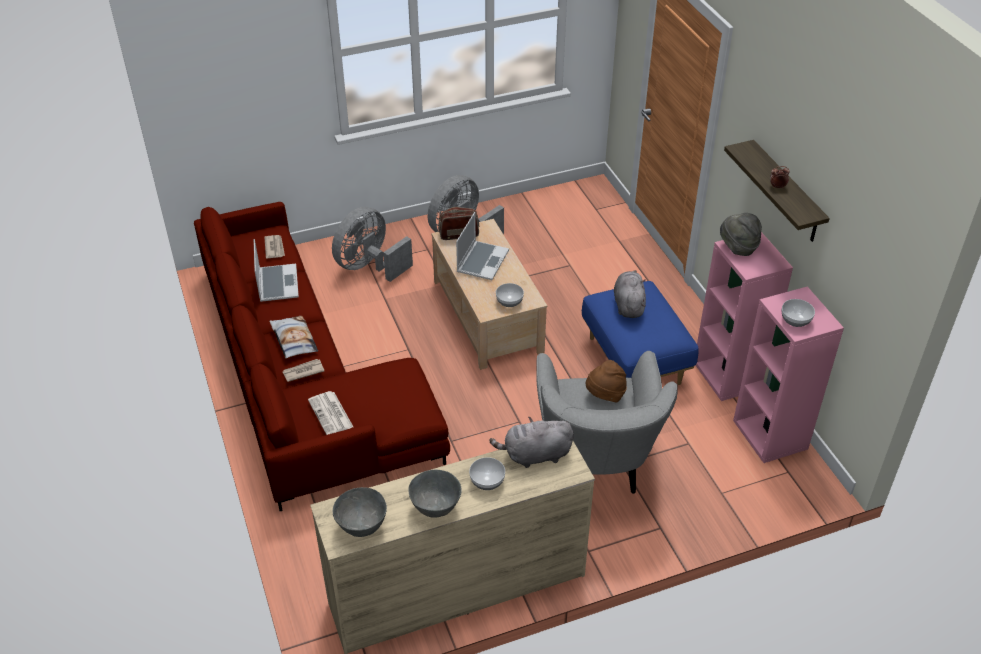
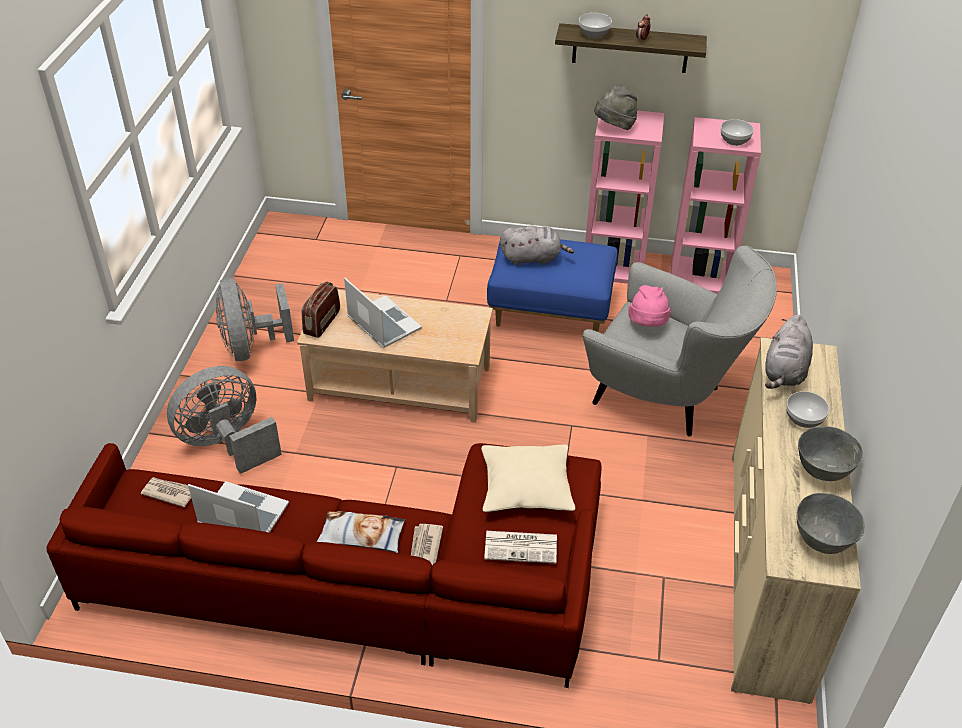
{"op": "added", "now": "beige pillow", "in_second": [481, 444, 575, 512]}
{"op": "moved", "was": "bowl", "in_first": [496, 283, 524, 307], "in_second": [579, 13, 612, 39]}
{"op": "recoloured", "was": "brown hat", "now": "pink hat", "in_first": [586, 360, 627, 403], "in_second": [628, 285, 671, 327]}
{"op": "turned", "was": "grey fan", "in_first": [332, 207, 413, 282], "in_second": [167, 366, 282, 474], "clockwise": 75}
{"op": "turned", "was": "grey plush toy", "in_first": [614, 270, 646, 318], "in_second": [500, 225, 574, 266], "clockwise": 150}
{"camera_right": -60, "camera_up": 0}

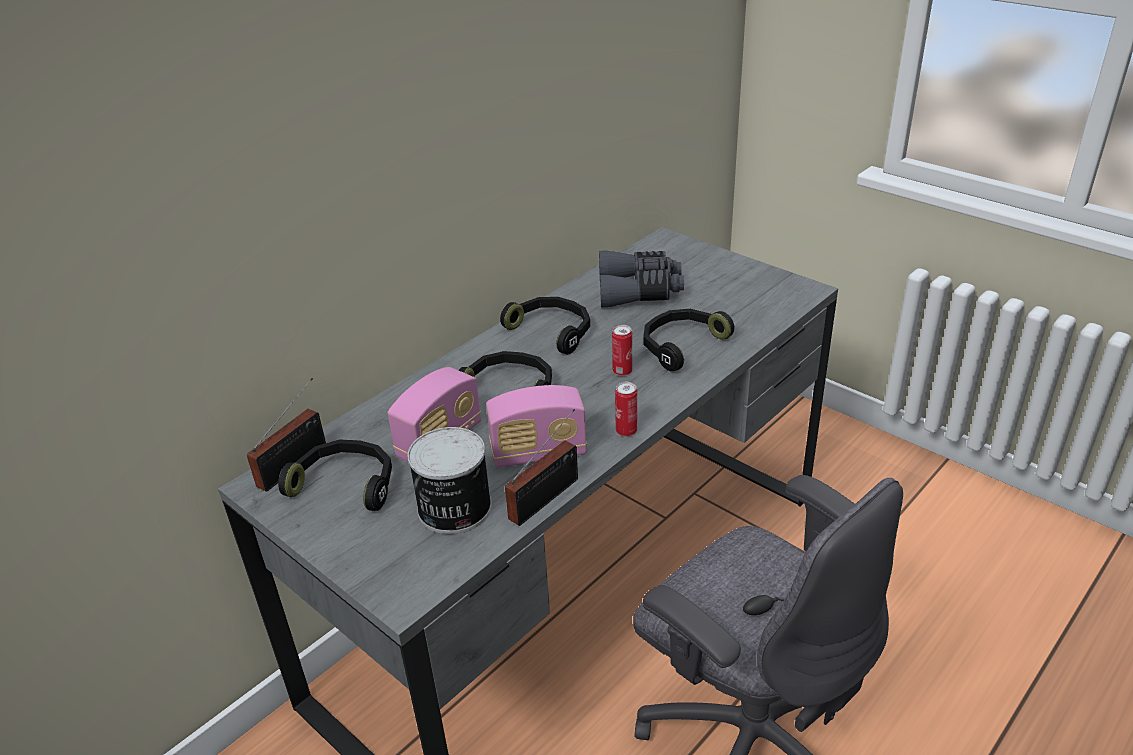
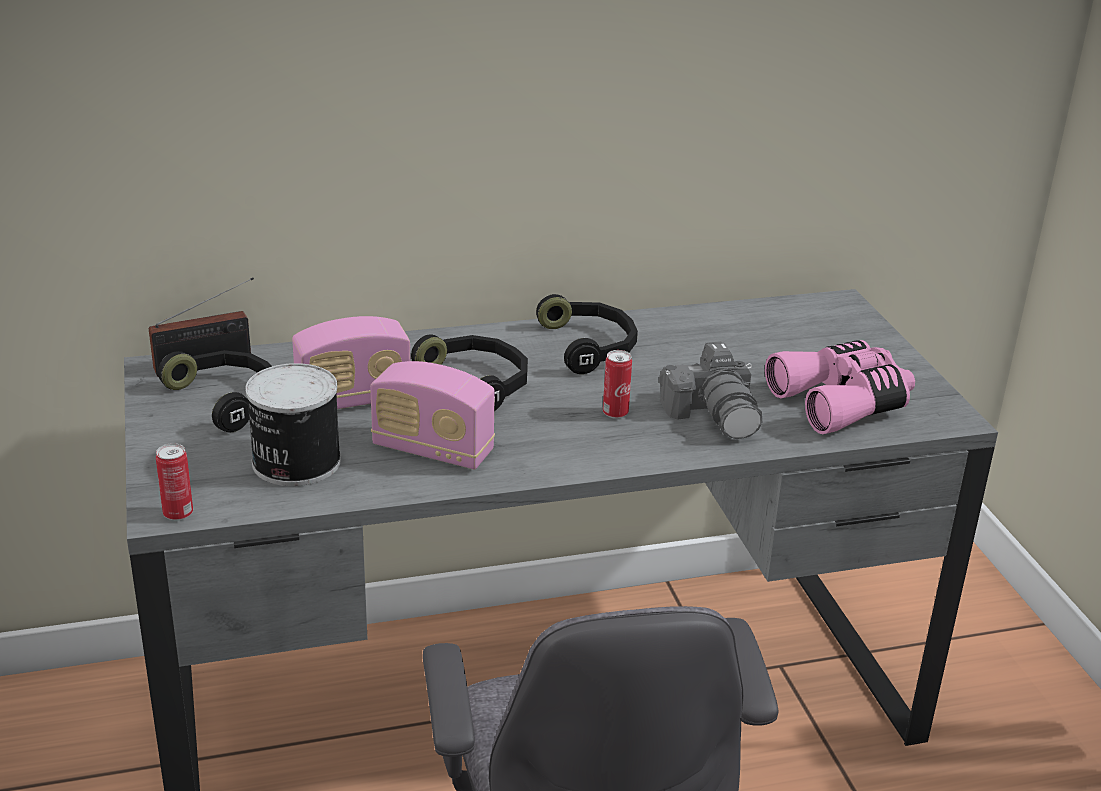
{"op": "removed", "was": "radio", "in_first": [505, 409, 578, 526]}
{"op": "removed", "was": "grey binoculars", "in_first": [599, 251, 684, 308]}
{"op": "added", "now": "pink binoculars", "in_second": [765, 340, 915, 434]}
{"op": "moved", "was": "can", "in_first": [615, 382, 637, 437], "in_second": [156, 443, 193, 521]}
{"op": "replaced", "was": "black headphones", "now": "photo camera", "in_first": [643, 309, 735, 372], "in_second": [659, 341, 762, 439]}
{"camera_right": 30, "camera_up": -5}

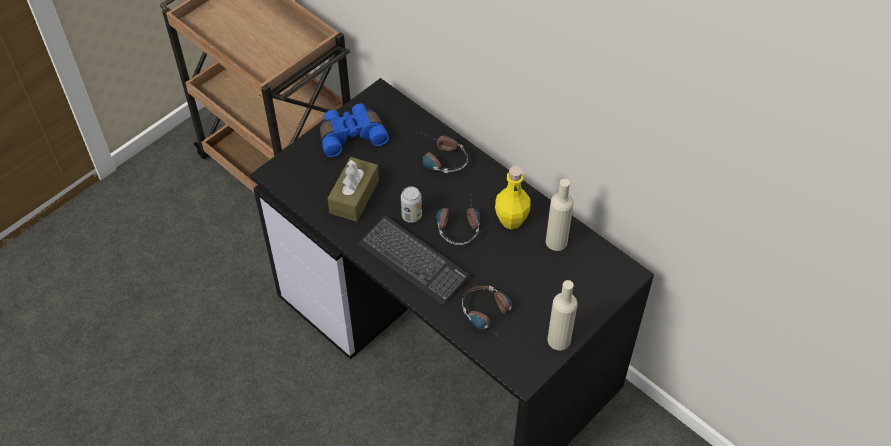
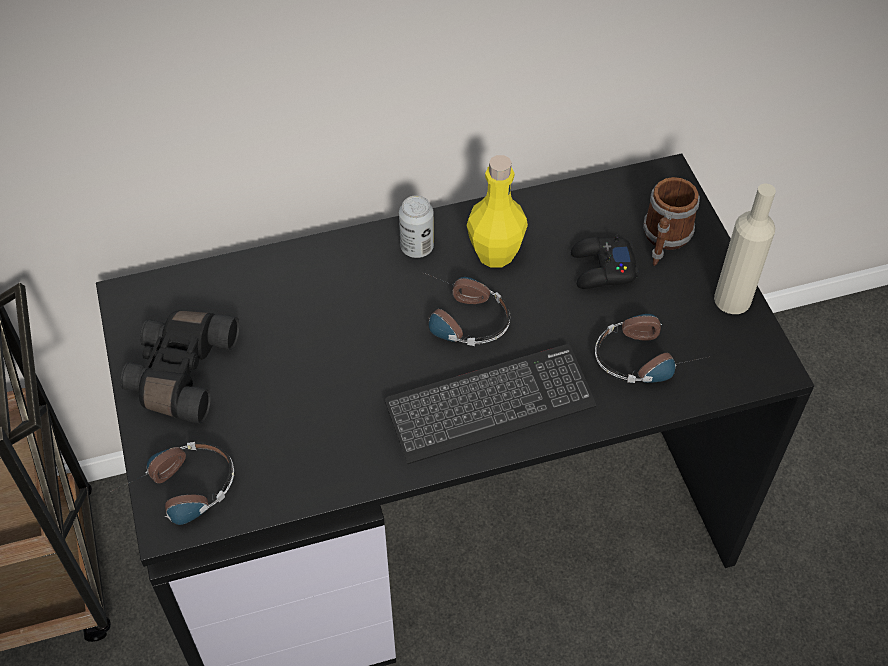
{"op": "removed", "was": "brown tissue box", "in_first": [327, 157, 379, 222]}
{"op": "removed", "was": "beige bottle", "in_first": [546, 179, 574, 251]}
{"op": "added", "now": "black game controller", "in_second": [571, 235, 638, 289]}
{"op": "added", "now": "mug", "in_second": [643, 177, 700, 266]}
{"op": "moved", "was": "can", "in_first": [401, 186, 422, 223], "in_second": [399, 195, 434, 258]}
{"op": "moved", "was": "headphones", "in_first": [422, 133, 468, 173], "in_second": [114, 442, 234, 525]}
{"op": "recoloured", "was": "blue binoculars", "now": "black binoculars", "in_first": [320, 104, 389, 157], "in_second": [120, 311, 239, 423]}
{"camera_right": -60, "camera_up": 0}

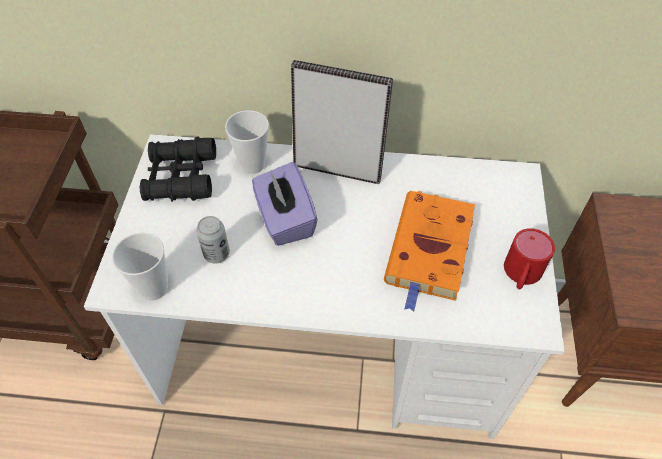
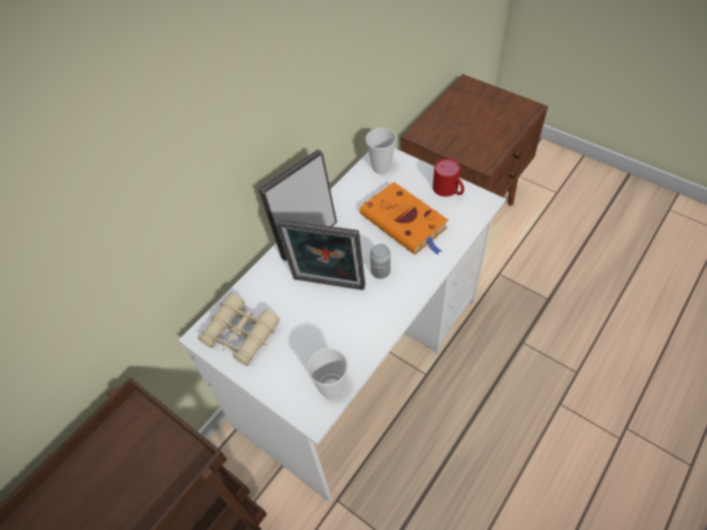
{"op": "moved", "was": "can", "in_first": [196, 216, 230, 264], "in_second": [370, 244, 391, 279]}
{"op": "moved", "was": "cup", "in_first": [225, 110, 269, 174], "in_second": [366, 128, 396, 174]}
{"op": "replaced", "was": "purple tissue box", "now": "picture frame", "in_first": [252, 162, 318, 246], "in_second": [275, 219, 365, 290]}
{"op": "recoloured", "was": "black binoculars", "now": "beige binoculars", "in_first": [140, 137, 216, 202], "in_second": [198, 293, 280, 366]}
{"camera_right": -55, "camera_up": 0}

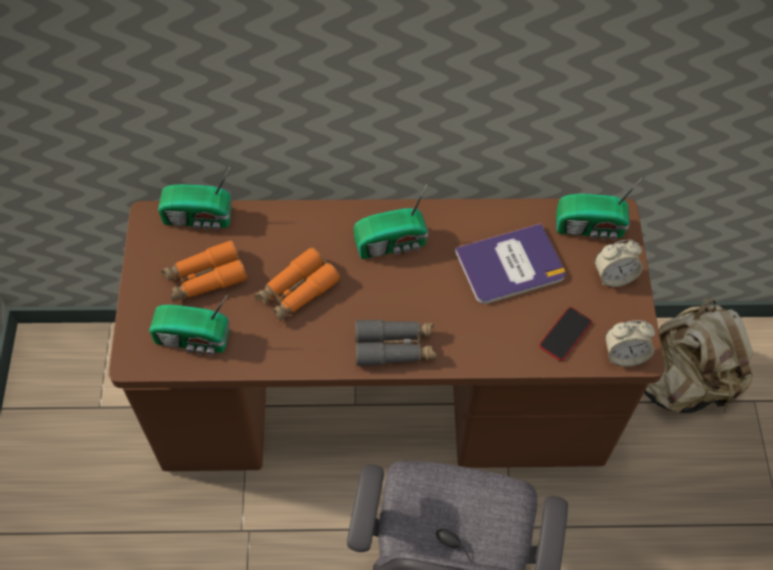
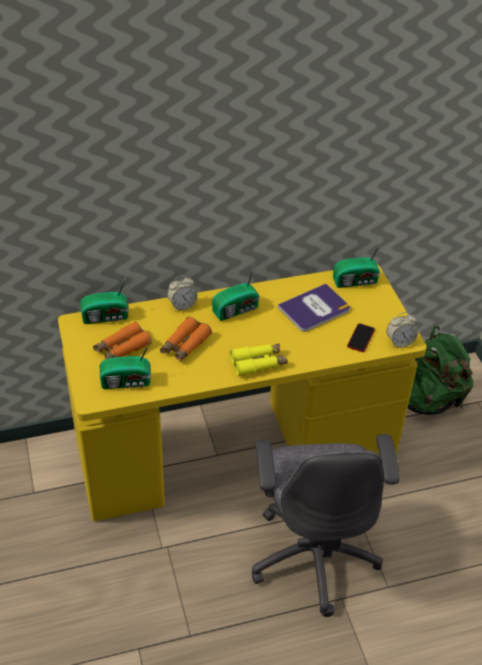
{"op": "moved", "was": "alarm clock", "in_first": [595, 240, 643, 287], "in_second": [167, 275, 198, 311]}
{"op": "recoloured", "was": "brown desk", "now": "yellow desk", "in_first": [109, 198, 665, 471], "in_second": [58, 265, 427, 521]}
{"op": "recoloured", "was": "grey binoculars", "now": "yellow binoculars", "in_first": [355, 320, 436, 366], "in_second": [230, 344, 288, 376]}
{"op": "recoloured", "was": "beige backpack", "now": "green backpack", "in_first": [644, 297, 753, 413], "in_second": [408, 326, 474, 415]}
{"camera_right": -15, "camera_up": -15}

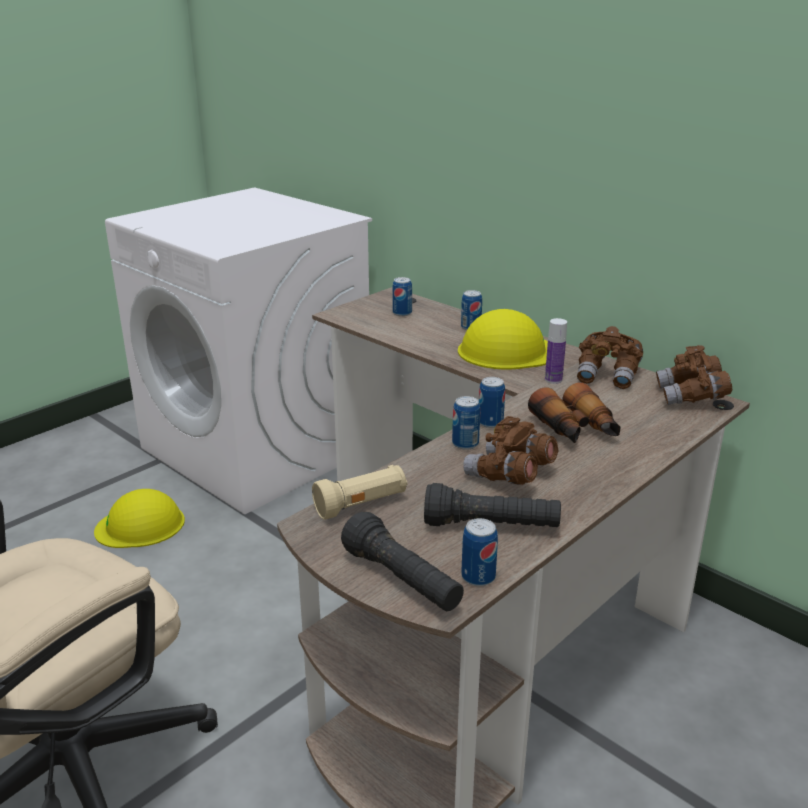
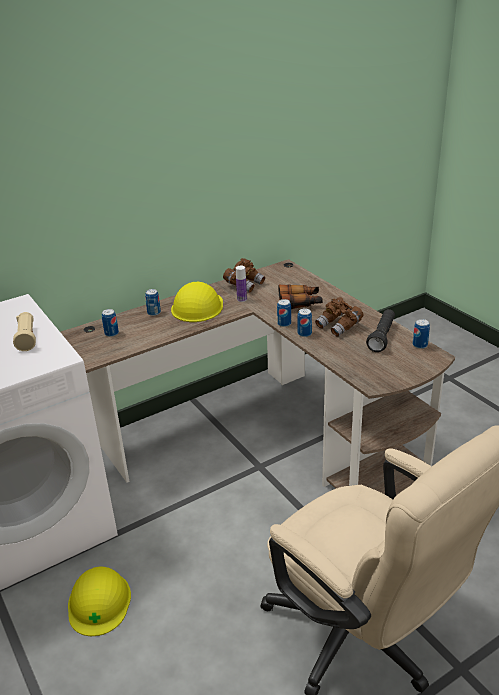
{"op": "removed", "was": "black flashlight", "in_first": [341, 512, 464, 611]}
{"op": "removed", "was": "brown binoculars", "in_first": [656, 345, 732, 405]}
{"op": "moved", "was": "beige flashlight", "in_first": [312, 465, 407, 520], "in_second": [13, 312, 36, 351]}
{"camera_right": -75, "camera_up": 5}

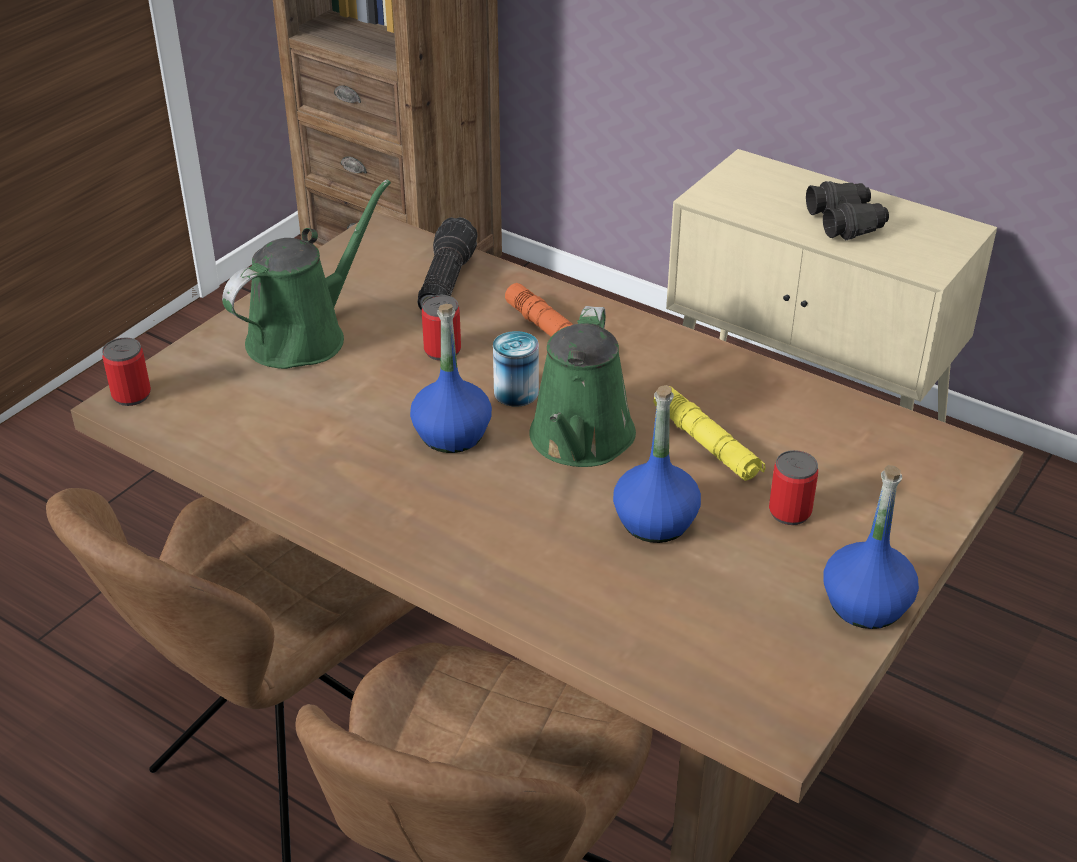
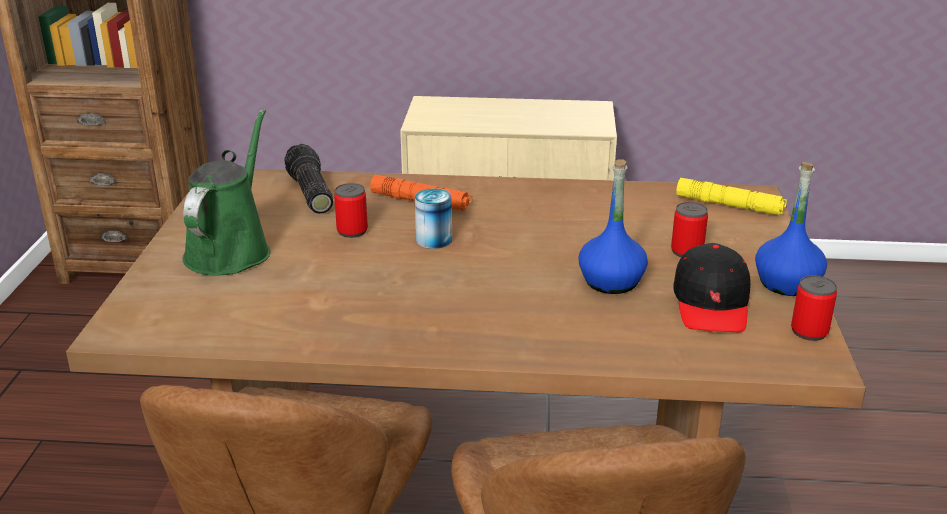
{"op": "removed", "was": "blue bottle", "in_first": [410, 304, 492, 453]}
{"op": "removed", "was": "green watering can", "in_first": [529, 306, 636, 467]}
{"op": "removed", "was": "black binoculars", "in_first": [806, 181, 889, 240]}
{"op": "added", "now": "black cap", "in_second": [673, 243, 751, 332]}
{"op": "moved", "was": "can", "in_first": [102, 338, 151, 406], "in_second": [791, 275, 837, 341]}
{"op": "moved", "was": "yellow flashlight", "in_first": [653, 386, 765, 481], "in_second": [676, 178, 787, 215]}
{"camera_right": -30, "camera_up": -10}

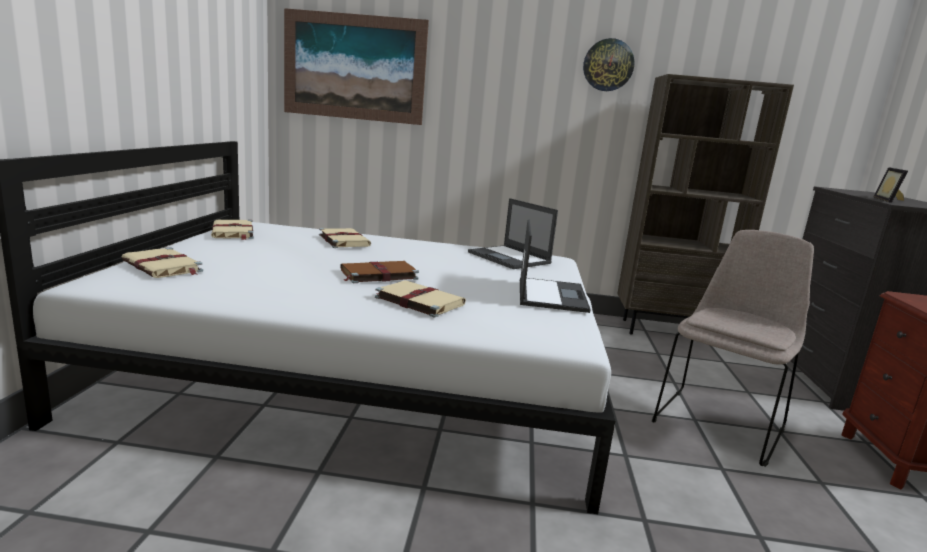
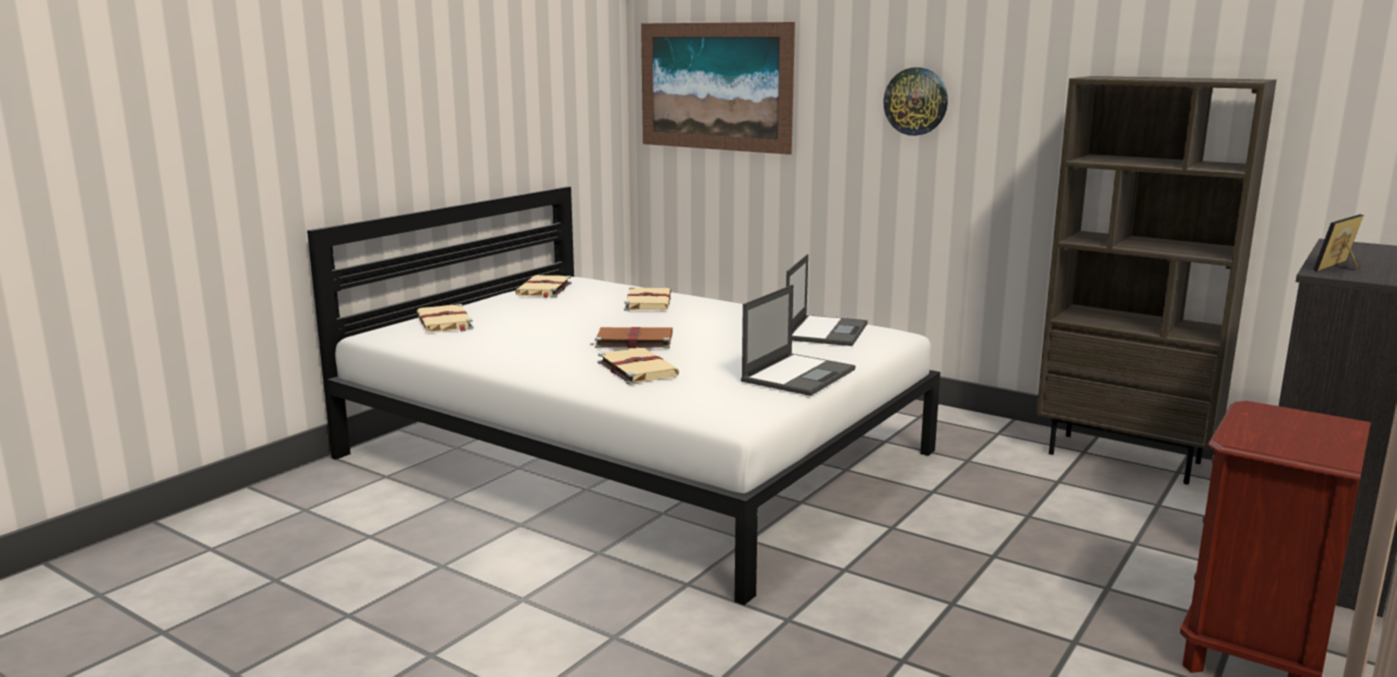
{"op": "removed", "was": "beige chair", "in_first": [652, 230, 814, 467]}
{"op": "moved", "was": "wall clock", "in_first": [583, 38, 635, 91], "in_second": [883, 67, 948, 136]}
{"op": "turned", "was": "laptop", "in_first": [468, 198, 558, 269], "in_second": [786, 254, 868, 346], "clockwise": -150}
{"camera_right": 30, "camera_up": 0}

